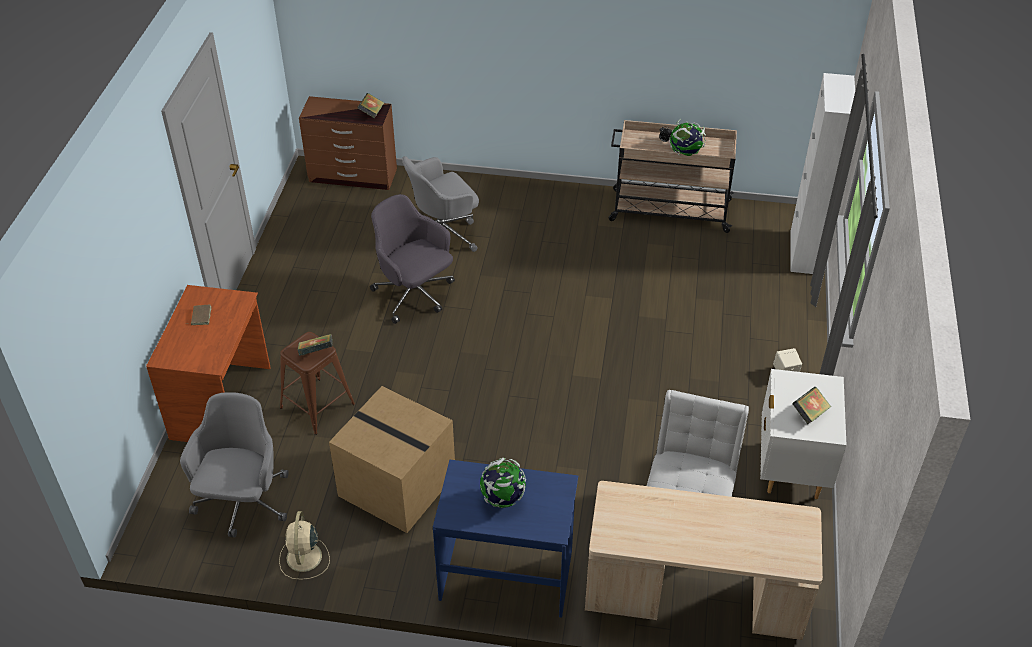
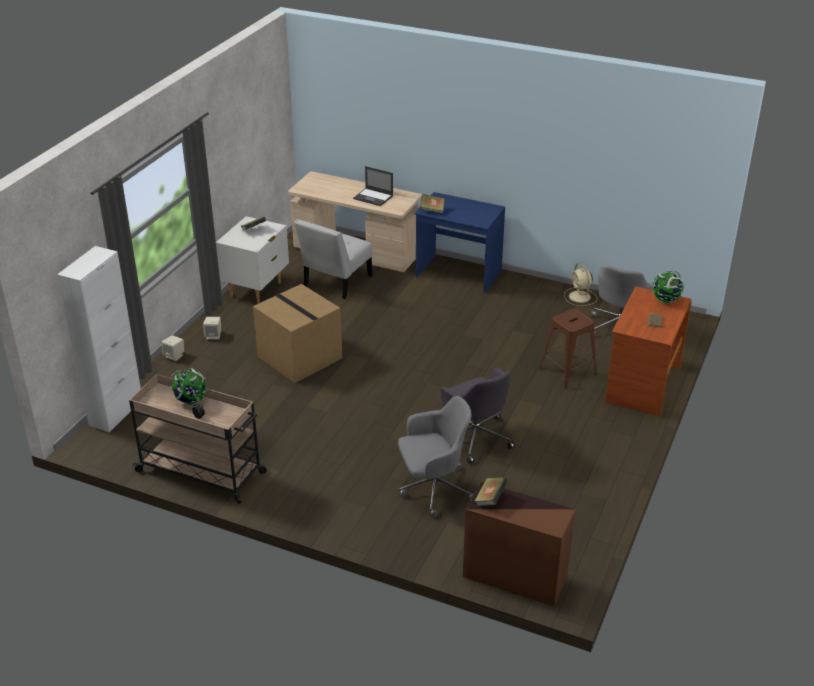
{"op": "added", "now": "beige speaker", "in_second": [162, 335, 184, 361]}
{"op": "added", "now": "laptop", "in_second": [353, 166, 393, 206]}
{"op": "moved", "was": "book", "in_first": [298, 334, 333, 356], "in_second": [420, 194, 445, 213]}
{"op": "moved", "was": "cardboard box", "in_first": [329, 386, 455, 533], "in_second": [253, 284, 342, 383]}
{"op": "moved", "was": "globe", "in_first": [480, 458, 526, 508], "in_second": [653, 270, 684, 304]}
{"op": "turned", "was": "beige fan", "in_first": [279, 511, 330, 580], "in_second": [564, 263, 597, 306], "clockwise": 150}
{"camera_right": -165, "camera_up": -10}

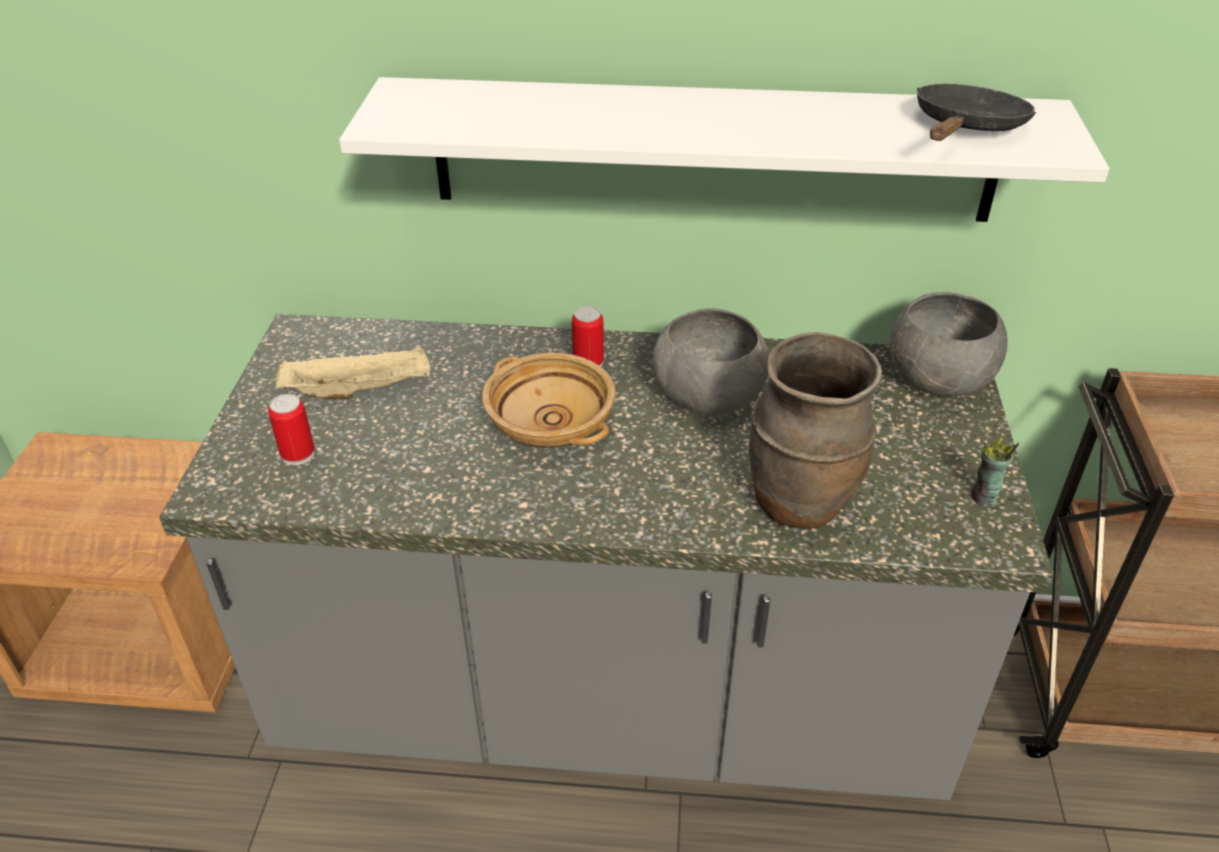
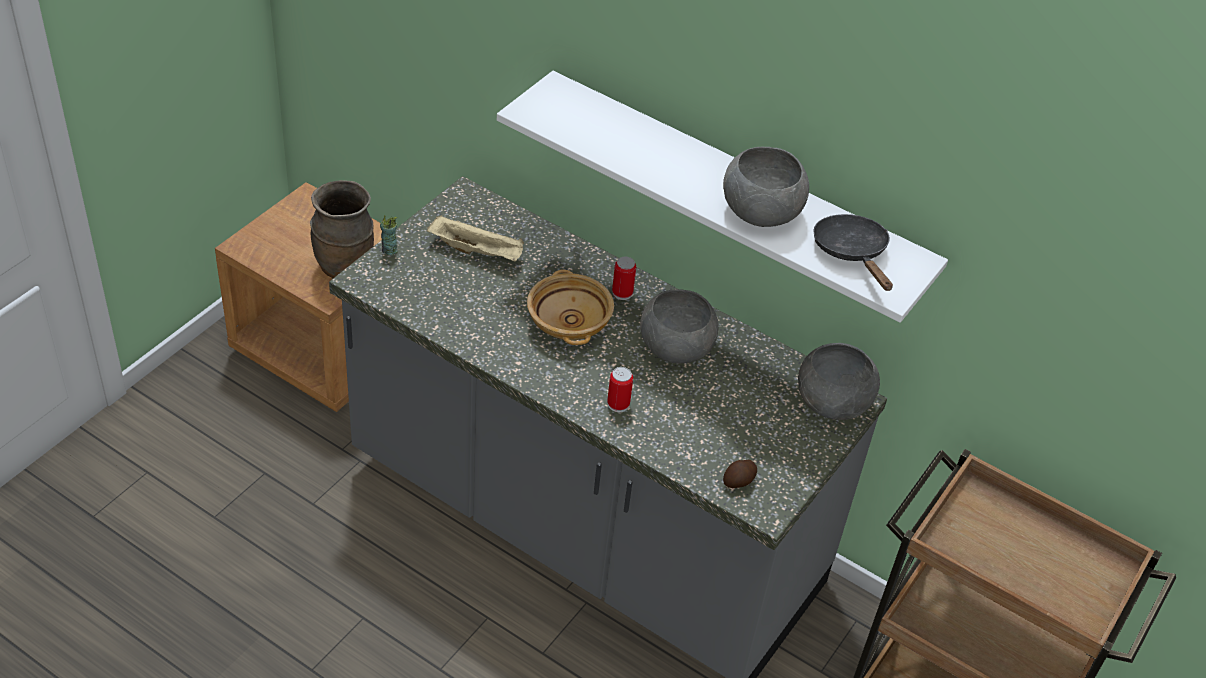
{"op": "added", "now": "grey bowl", "in_second": [723, 147, 809, 227]}
{"op": "added", "now": "potato", "in_second": [723, 460, 757, 488]}
{"op": "moved", "was": "can", "in_first": [268, 394, 314, 465], "in_second": [607, 367, 633, 412]}
{"op": "moved", "was": "brown vase", "in_first": [749, 332, 882, 529], "in_second": [310, 180, 374, 278]}
{"op": "moved", "was": "cup", "in_first": [971, 437, 1019, 506], "in_second": [380, 215, 398, 256]}
{"op": "turned", "was": "black frying pan", "in_first": [917, 84, 1036, 141], "in_second": [813, 214, 893, 291], "clockwise": -75}
{"camera_right": 25, "camera_up": 5}

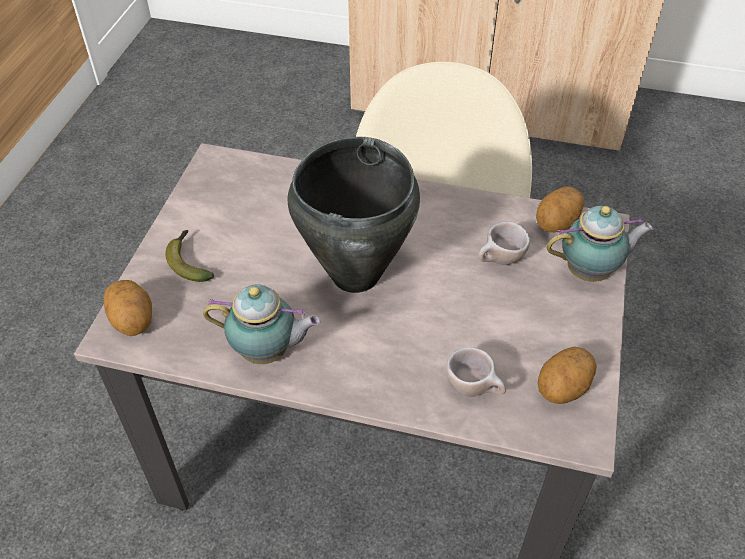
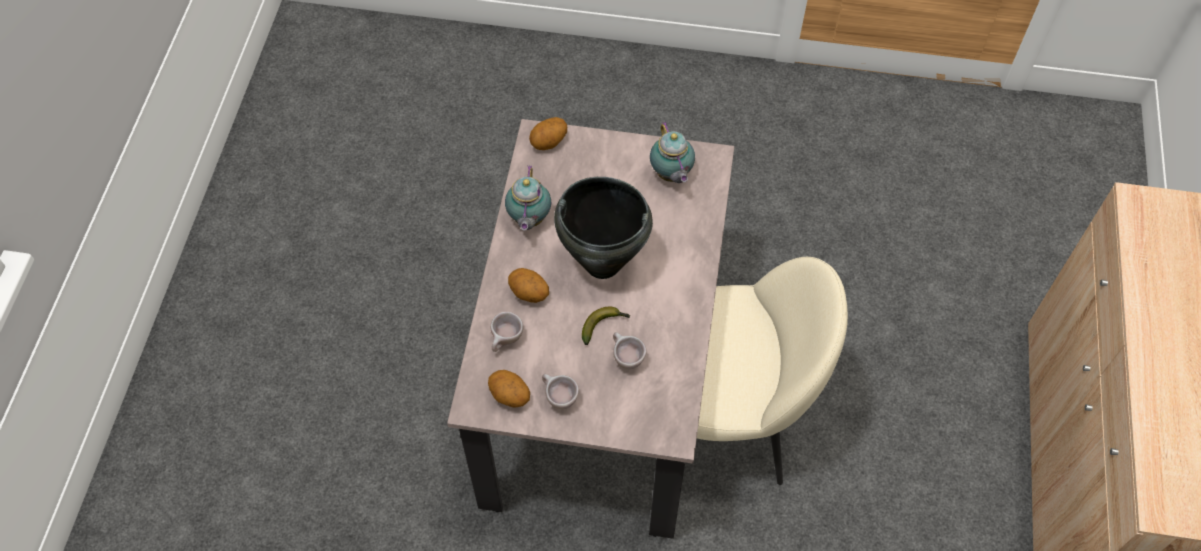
{"op": "added", "now": "beige cup", "in_second": [542, 374, 579, 409]}
{"op": "moved", "was": "banana", "in_first": [166, 230, 214, 282], "in_second": [582, 306, 630, 345]}
{"op": "moved", "was": "potato", "in_first": [536, 186, 584, 232], "in_second": [508, 268, 549, 303]}
{"op": "moved", "was": "teapot", "in_first": [546, 206, 653, 282], "in_second": [650, 122, 695, 183]}
{"camera_right": 85, "camera_up": 10}

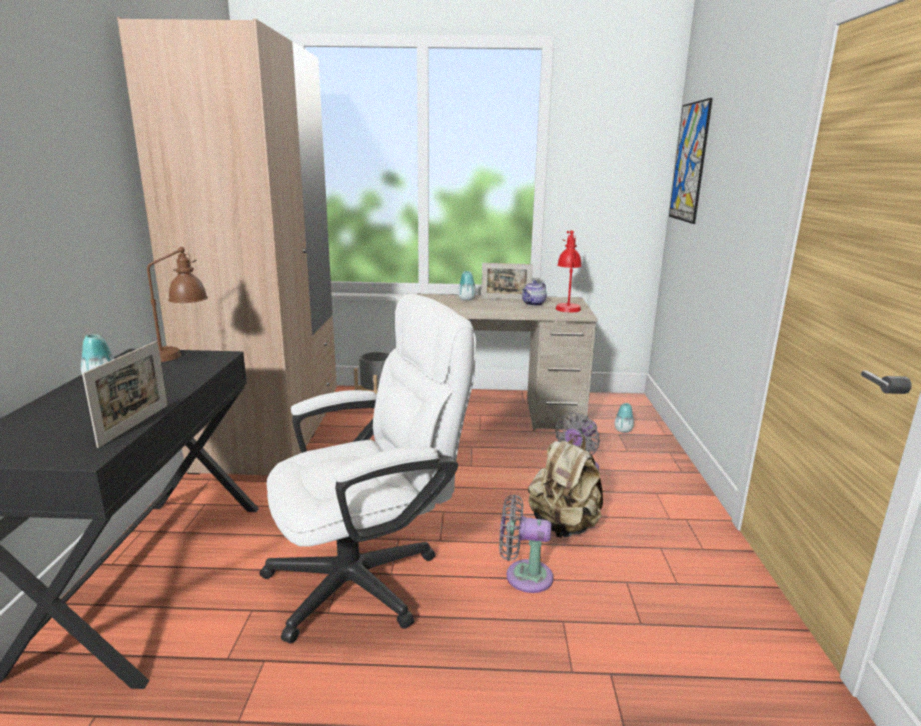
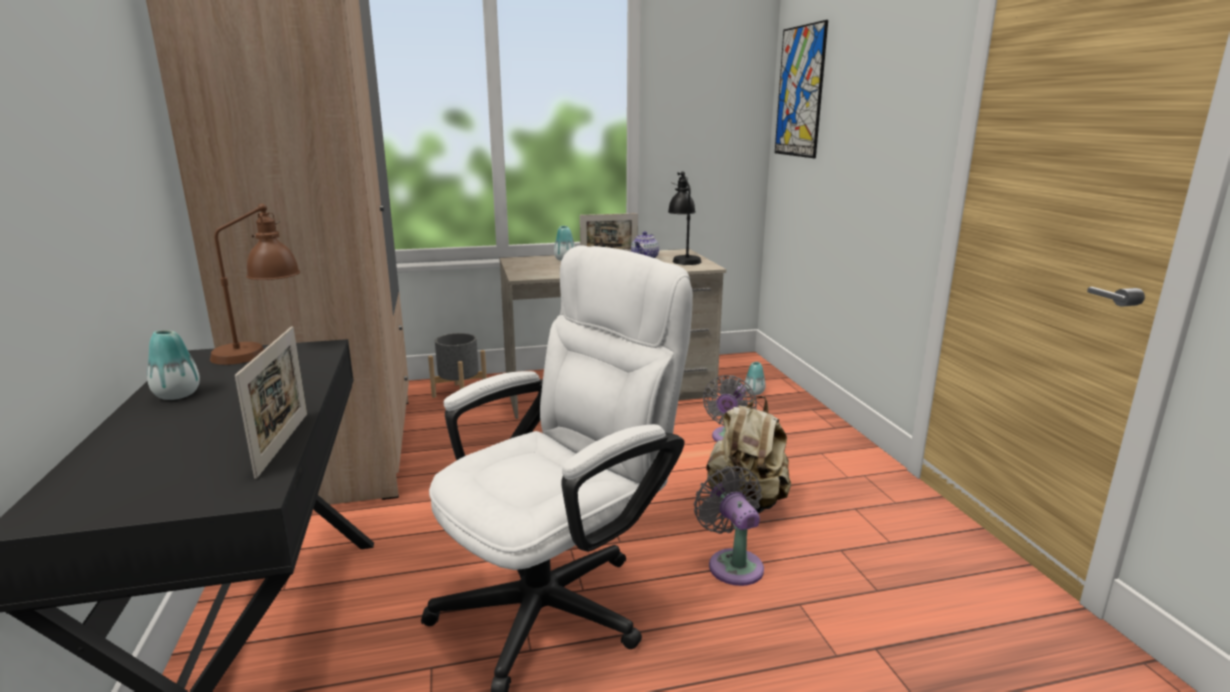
{"op": "recoloured", "was": "red table lamp", "now": "black table lamp", "in_first": [556, 230, 582, 312], "in_second": [668, 171, 702, 265]}
{"op": "turned", "was": "grey fan", "in_first": [499, 495, 553, 593], "in_second": [694, 466, 764, 586], "clockwise": 75}
{"camera_right": -15, "camera_up": 0}

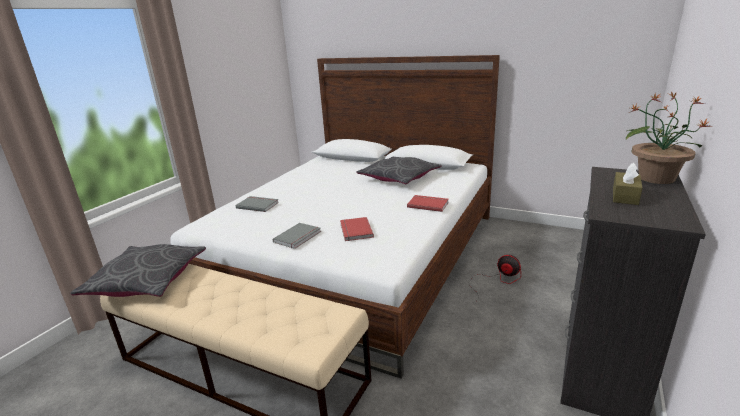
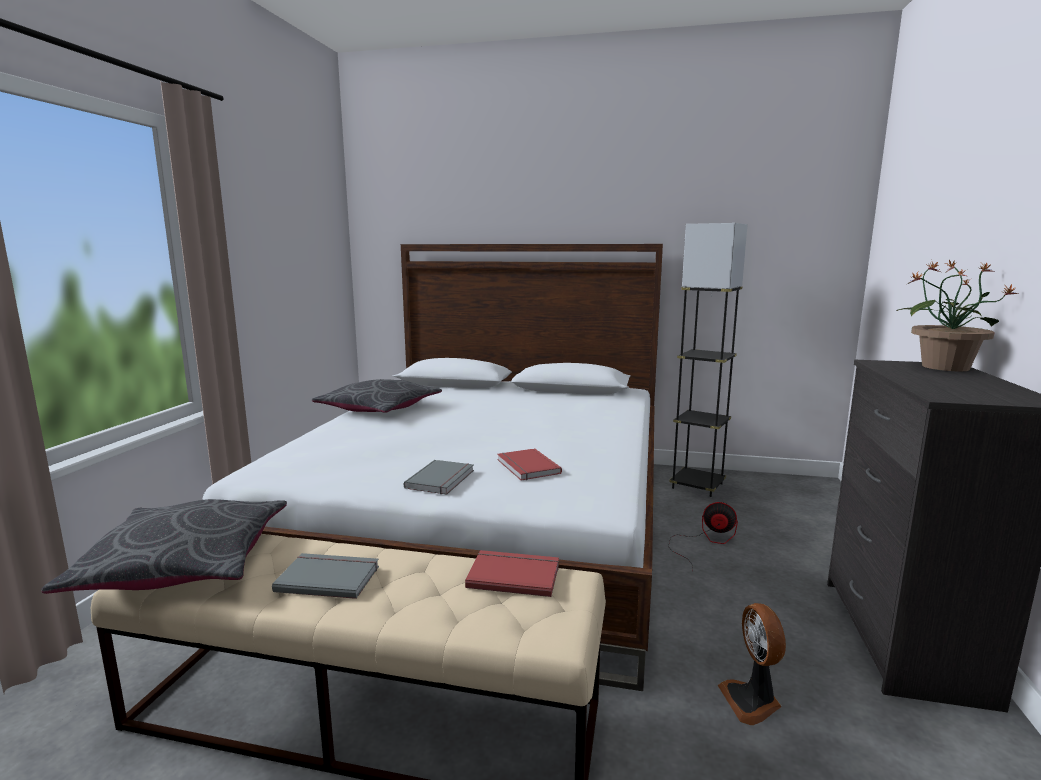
{"op": "removed", "was": "brown tissue box", "in_first": [613, 163, 643, 205]}
{"op": "added", "now": "grey floor lamp", "in_second": [669, 223, 748, 497]}
{"op": "added", "now": "fan", "in_second": [718, 603, 786, 725]}
{"op": "moved", "was": "grey book", "in_first": [236, 196, 279, 212], "in_second": [272, 553, 379, 599]}
{"op": "moved", "was": "grey pillow", "in_first": [356, 157, 442, 184], "in_second": [312, 379, 442, 413]}
{"op": "moved", "was": "red book", "in_first": [407, 195, 449, 212], "in_second": [465, 550, 559, 597]}
{"camera_right": -15, "camera_up": -10}

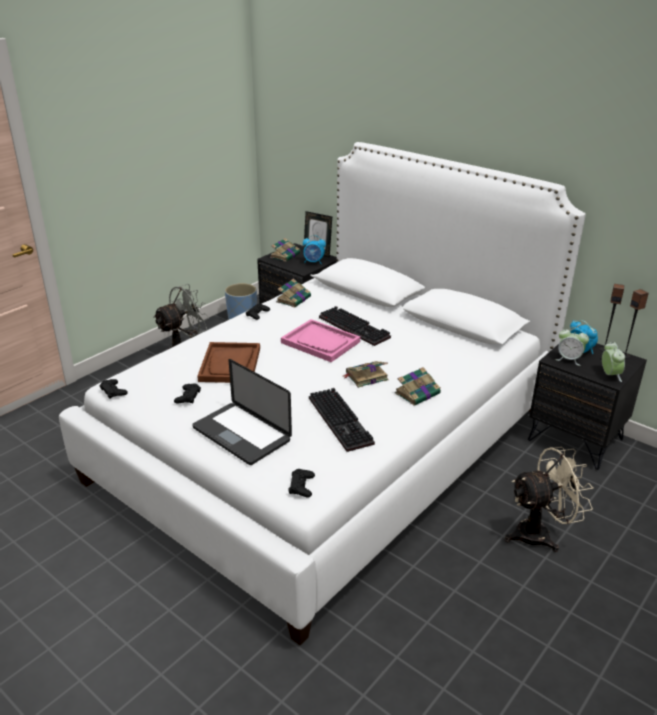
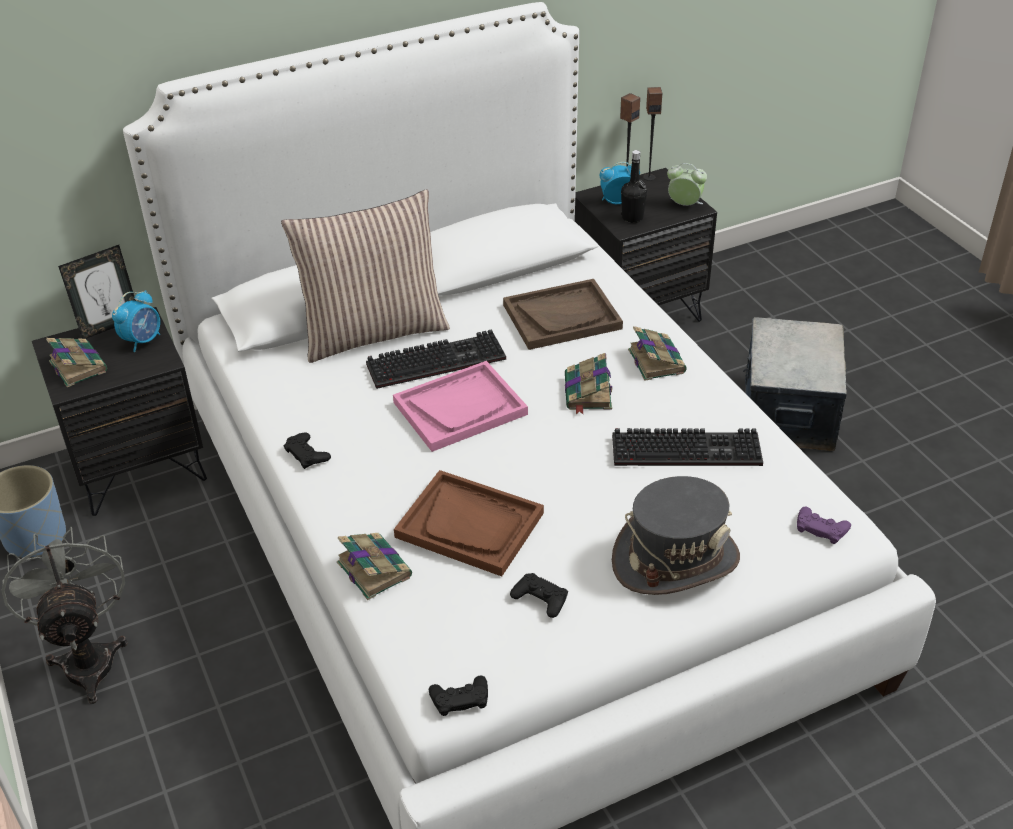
{"op": "added", "now": "pillow", "in_second": [281, 190, 450, 363]}
{"op": "added", "now": "brown tray", "in_second": [503, 279, 623, 350]}
{"op": "moved", "was": "book", "in_first": [276, 279, 311, 308], "in_second": [337, 533, 412, 600]}
{"op": "replaced", "was": "laptop", "now": "grey hat", "in_first": [192, 359, 292, 465], "in_second": [612, 476, 740, 595]}
{"op": "replaced", "was": "beige fan", "now": "storage box", "in_first": [504, 447, 594, 552], "in_second": [743, 317, 847, 451]}
{"op": "replaced", "was": "alarm clock", "now": "black bottle", "in_first": [556, 327, 589, 366], "in_second": [621, 150, 647, 223]}
{"op": "recoloured", "was": "black game controller", "now": "purple game controller", "in_first": [289, 469, 315, 497], "in_second": [797, 507, 851, 544]}
{"camera_right": -65, "camera_up": 10}

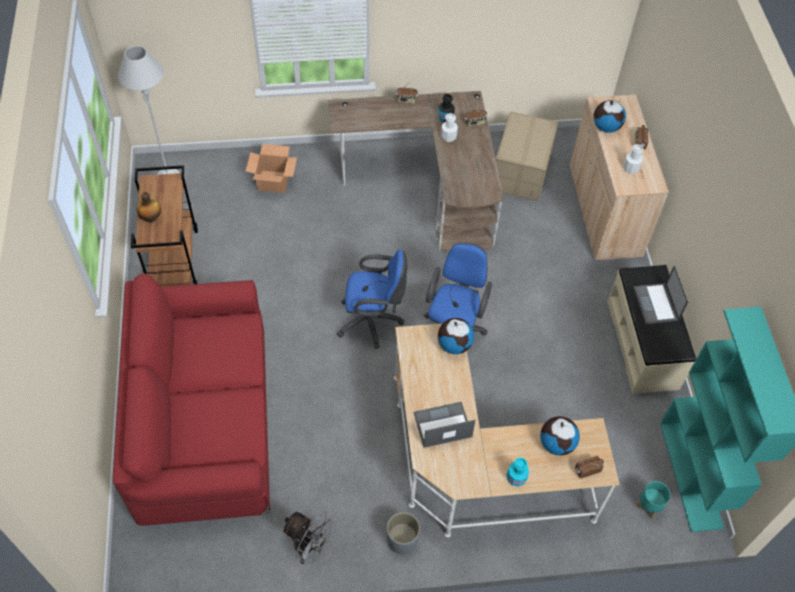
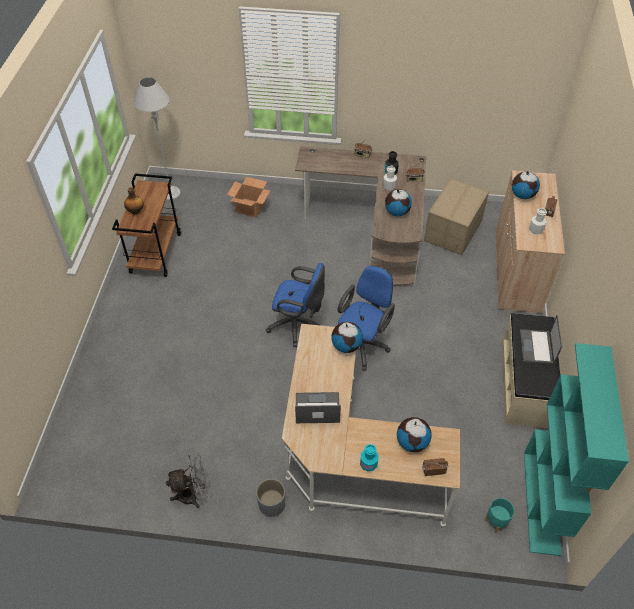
{"op": "removed", "was": "red sofa", "in_first": [113, 274, 270, 526]}
{"op": "added", "now": "globe", "in_second": [385, 189, 412, 216]}
{"op": "turned", "was": "grey fan", "in_first": [282, 511, 336, 564], "in_second": [166, 453, 208, 508], "clockwise": -60}
{"camera_right": 15, "camera_up": -5}

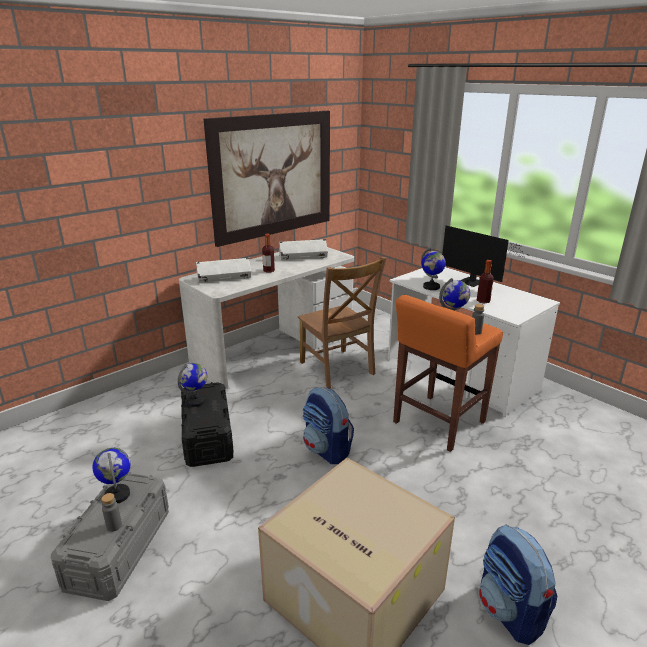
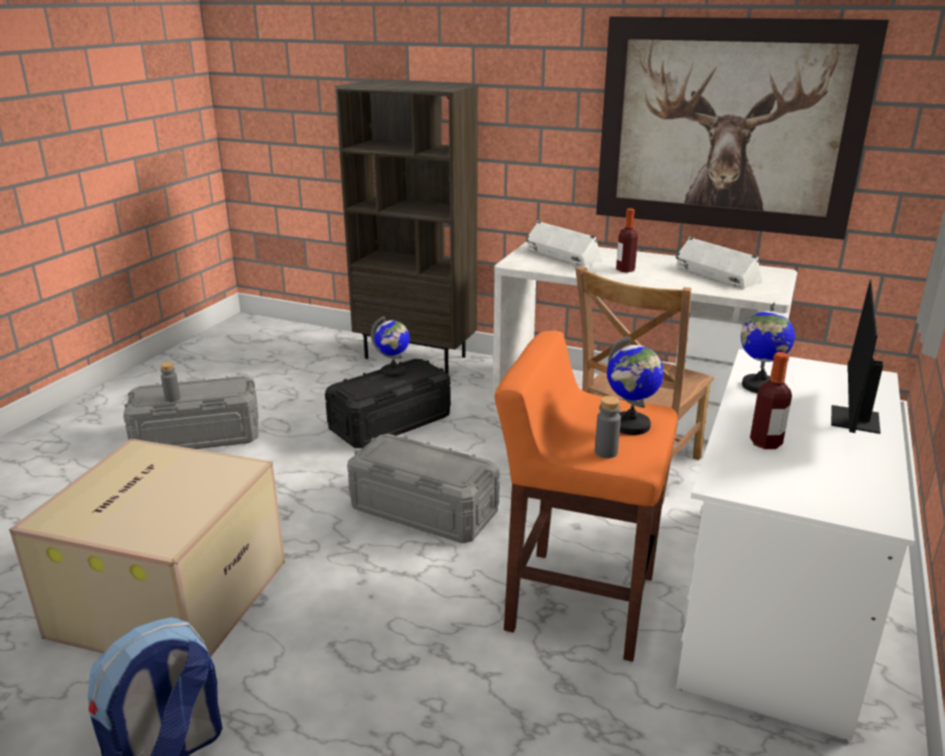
{"op": "removed", "was": "globe", "in_first": [93, 448, 130, 503]}
{"op": "added", "now": "brown bookcase", "in_second": [335, 81, 478, 374]}
{"op": "replaced", "was": "backpack", "now": "grey storage box", "in_first": [302, 387, 354, 464], "in_second": [347, 434, 500, 543]}
{"camera_right": 65, "camera_up": 0}

